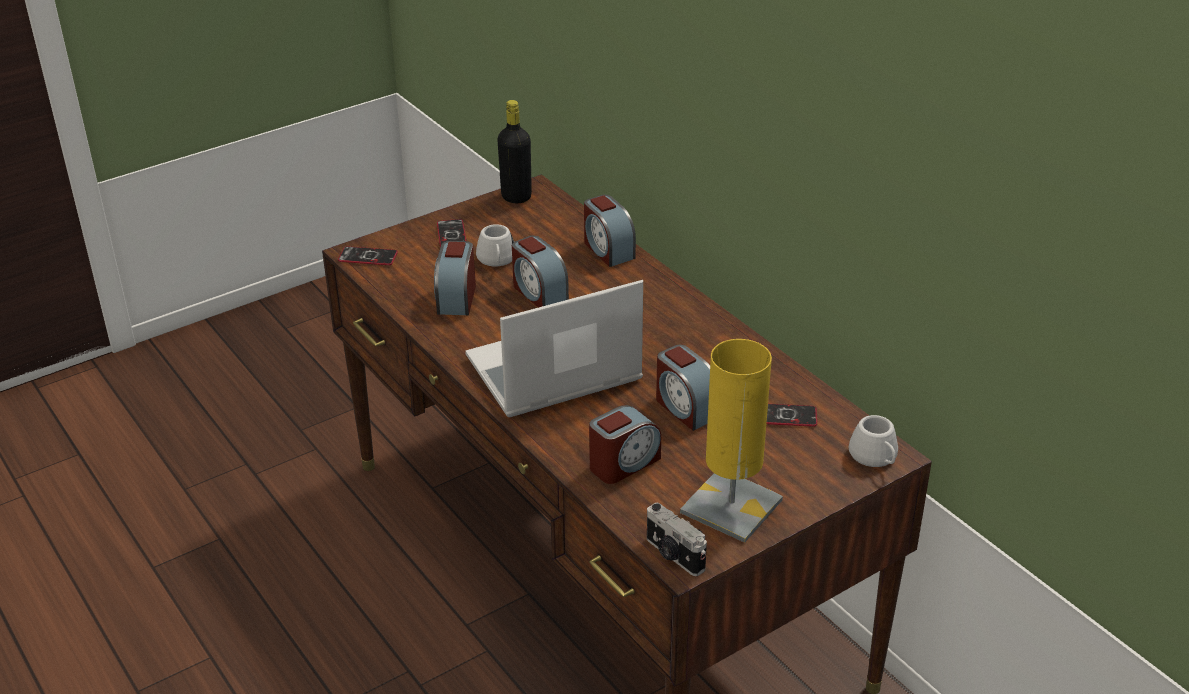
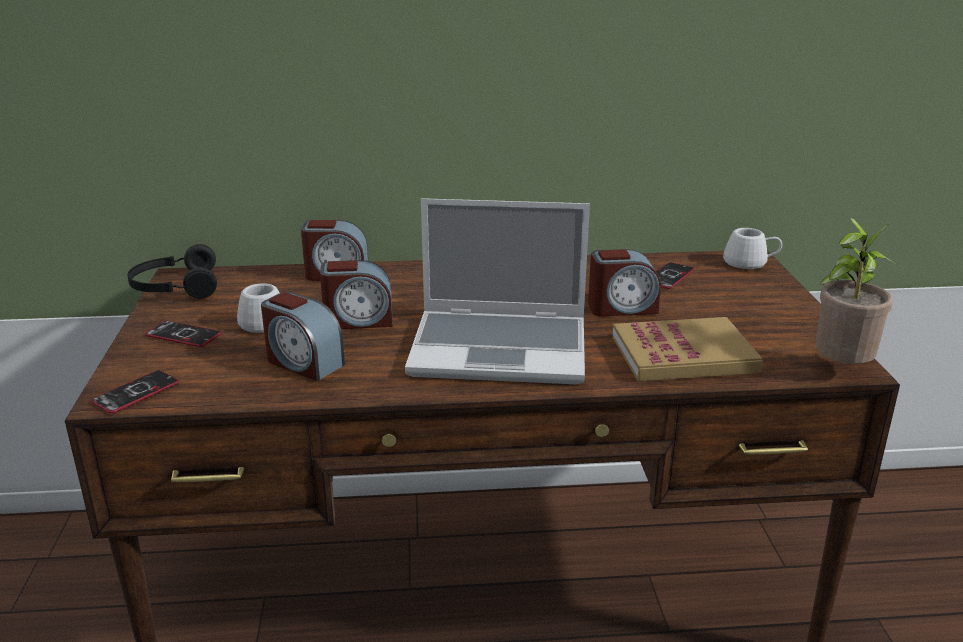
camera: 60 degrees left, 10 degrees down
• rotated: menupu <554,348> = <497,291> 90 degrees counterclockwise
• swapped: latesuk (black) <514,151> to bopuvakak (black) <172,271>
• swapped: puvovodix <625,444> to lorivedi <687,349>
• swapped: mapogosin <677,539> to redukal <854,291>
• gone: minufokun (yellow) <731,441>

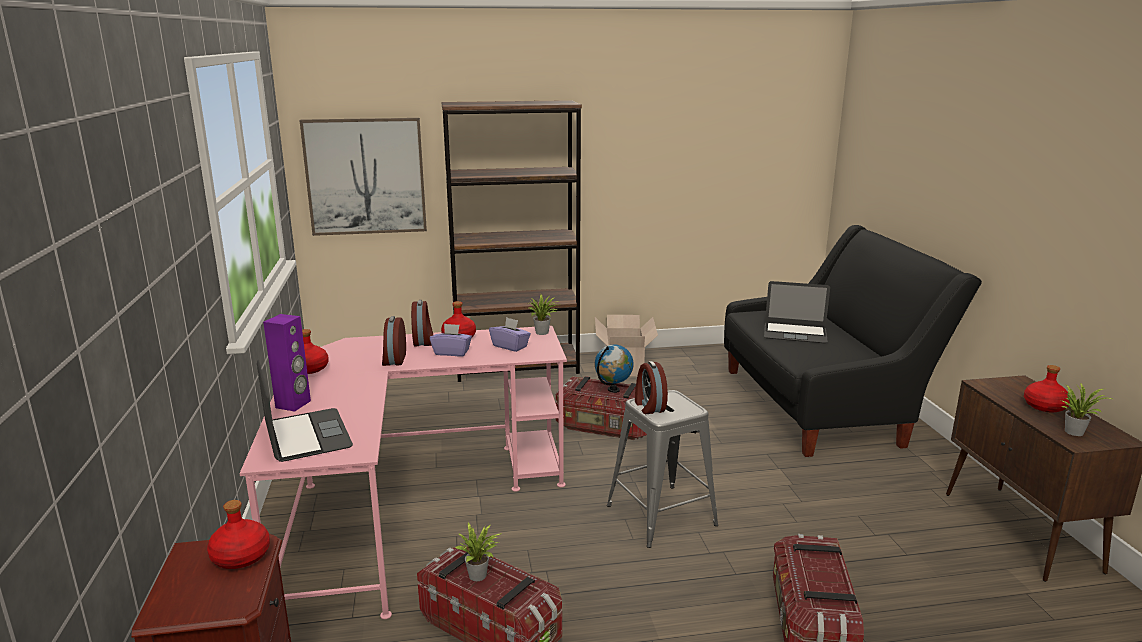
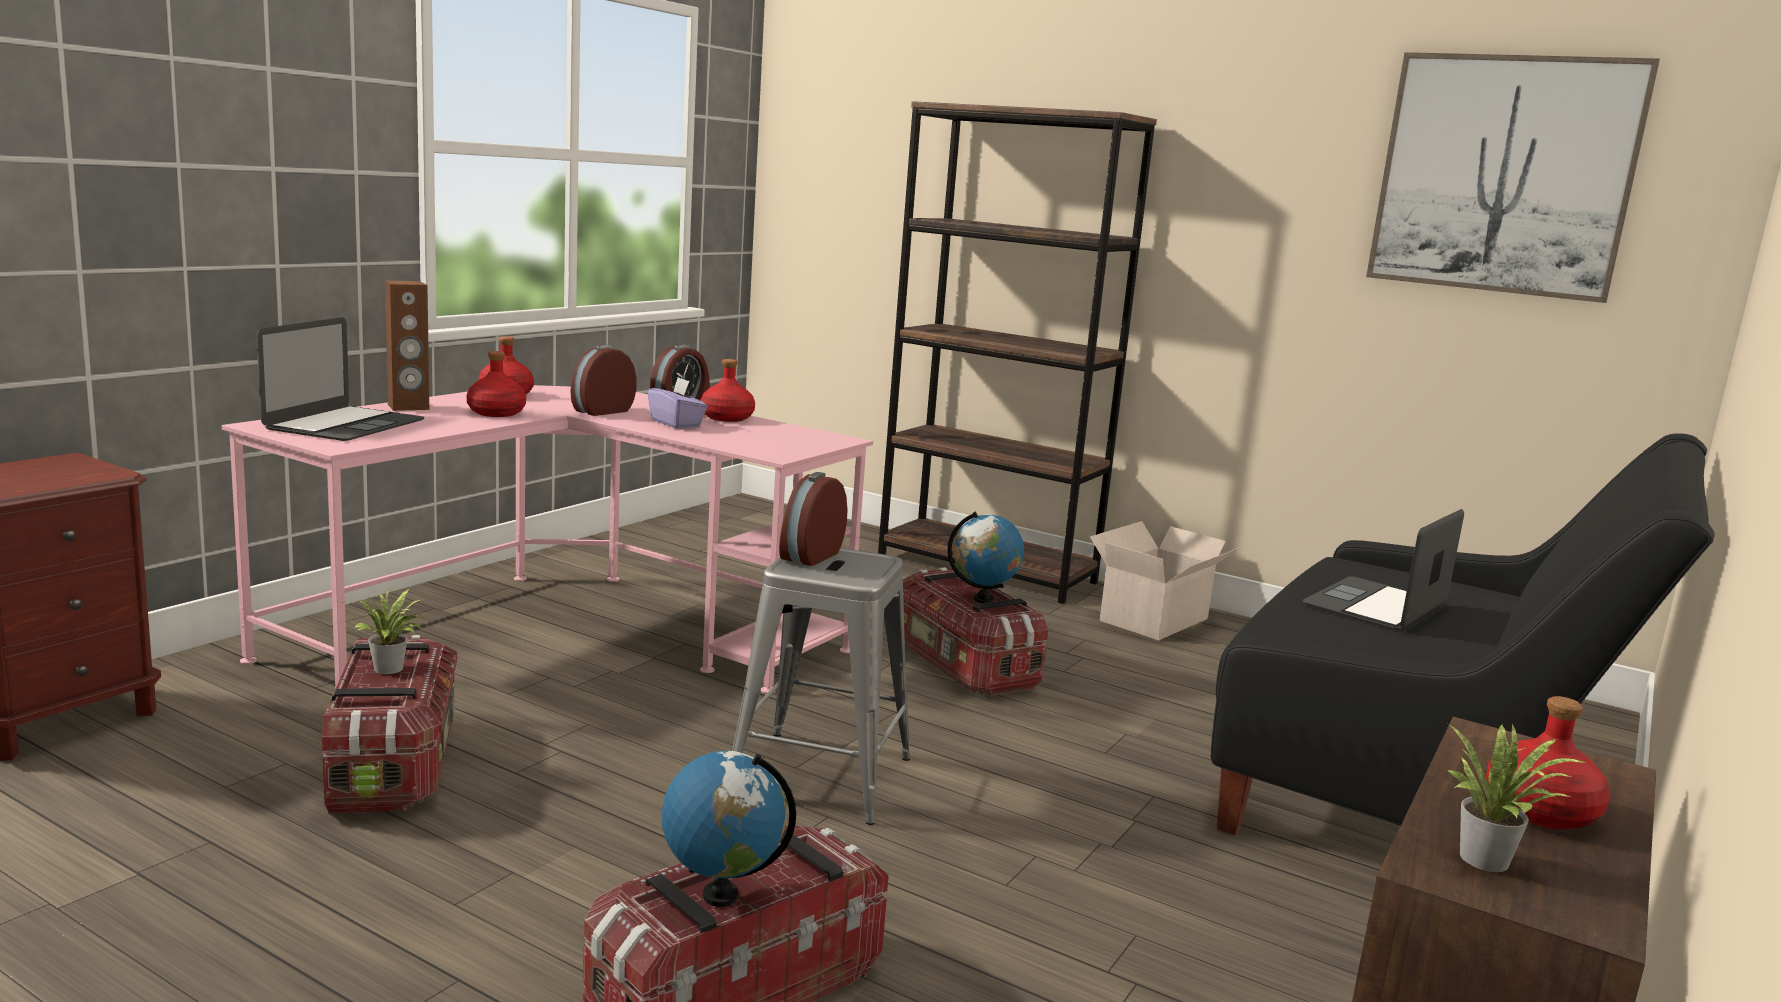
camera: 40 degrees right, 5 degrees down
• shifted: latesuk (red) <238,534> to <496,384>
• repainted: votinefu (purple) <287,363> to votinefu (brown) <407,345>
• shifted: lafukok <363,177> to <1513,177>
• gone: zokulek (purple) <510,334>
• gone: redukal <544,314>
• rotated: menupu <797,312> = <1383,569> 75 degrees clockwise
• new: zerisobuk <729,829>

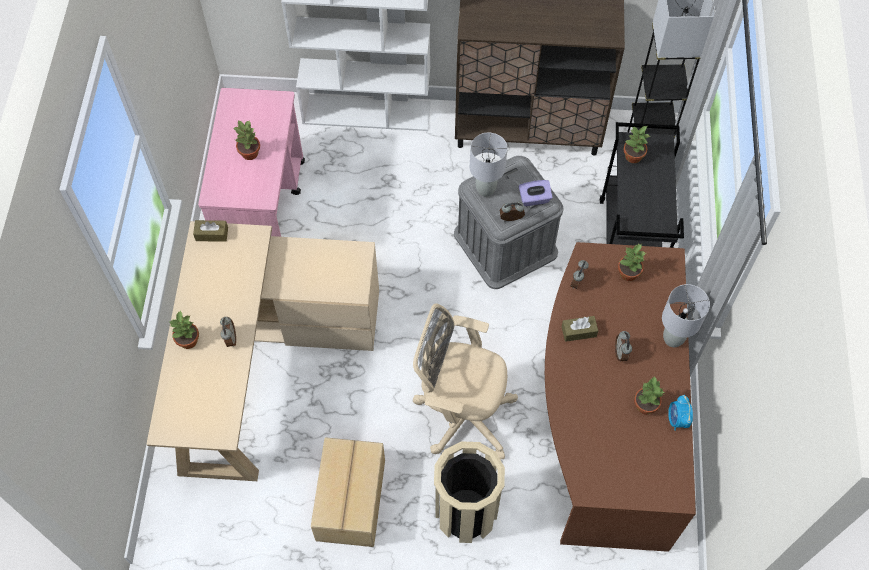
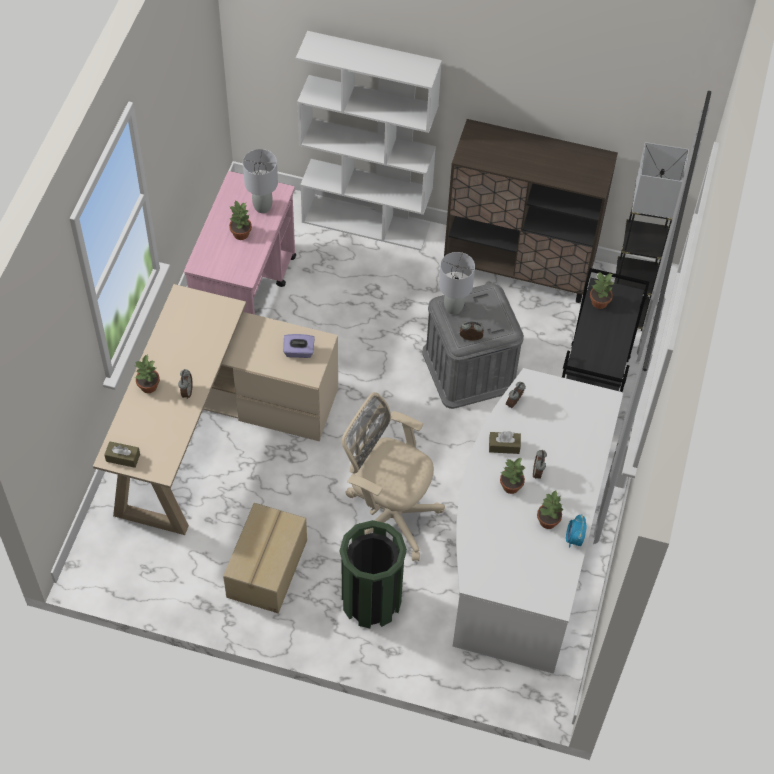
camera: 10 degrees right, 5 degrees down
• shifted: zokulek (brown) <210,231> to <122,454>
• repainted: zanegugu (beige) <469,492> to zanegugu (green) <373,574>
• shifted: zokulek (purple) <535,193> to <299,346>
• repainted: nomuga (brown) <620,397> to nomuga (white) <538,521>
• shifted: redukal <632,262> to <512,476>
• shifted: minufokun (grey) <686,315> to <260,181>

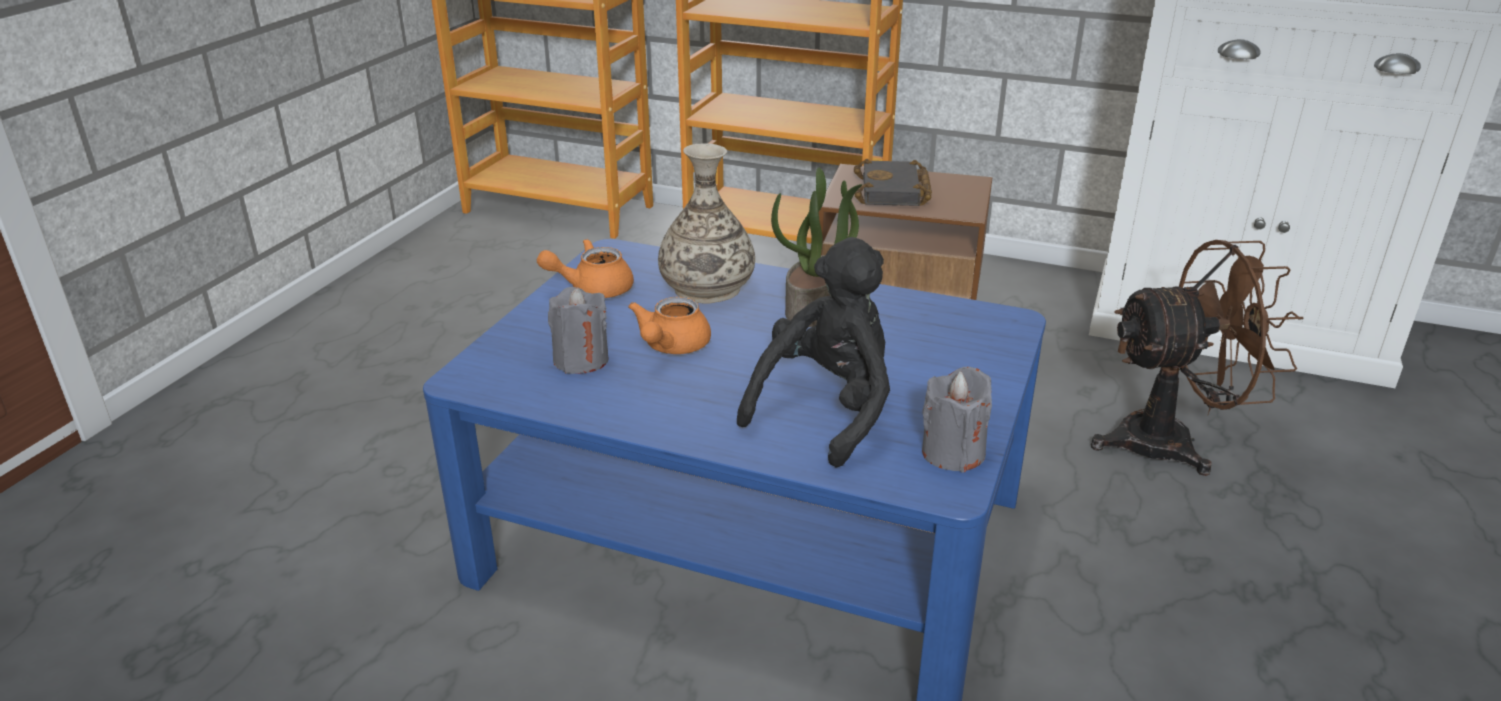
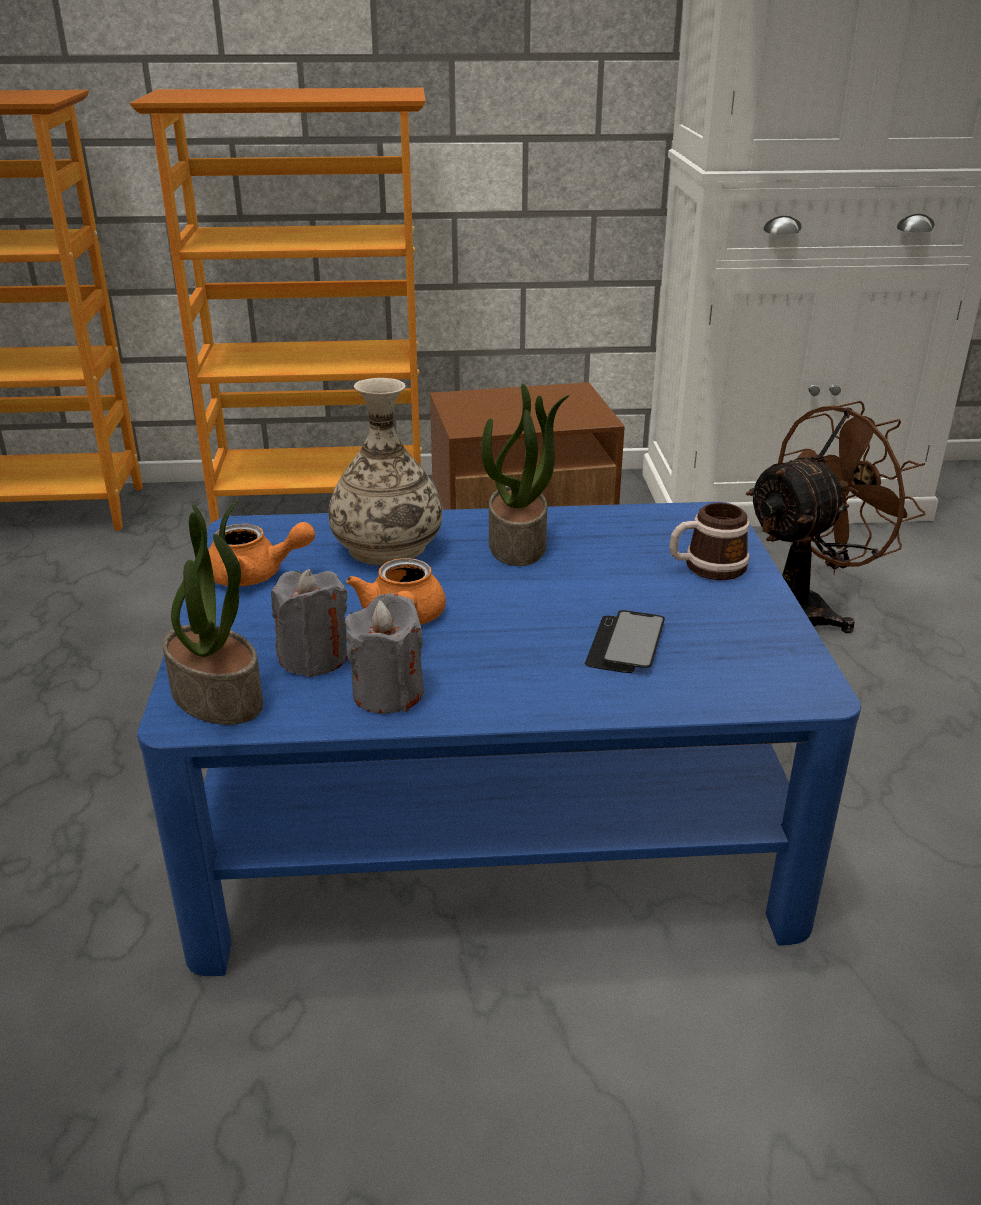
camera: 25 degrees left, 0 degrees up
• rotated: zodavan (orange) <585,268> = <261,554> 135 degrees counterclockwise
• swapped: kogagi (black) <813,352> to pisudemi <625,641>
• gone: lorivedi (black) <893,182>
• shifted: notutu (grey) <957,420> to <384,653>
• new: redukal <213,612>
• new: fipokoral <709,541>

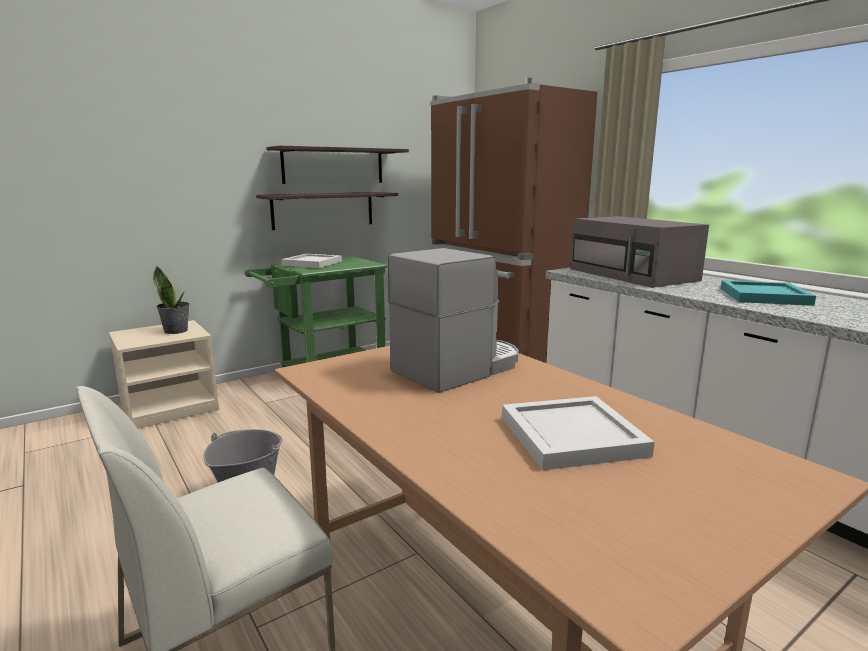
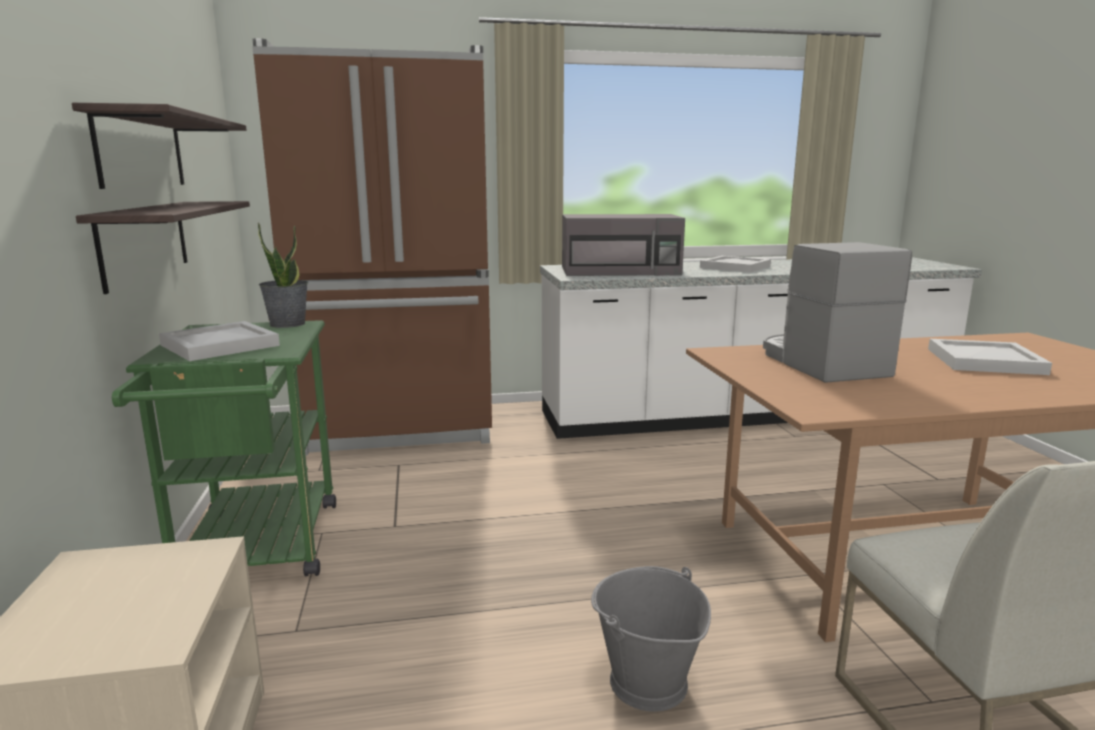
camera: 65 degrees left, 0 degrees up
• shifted: redukal <171,299> to <283,275>
• repainted: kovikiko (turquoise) <768,293> to kovikiko (white) <735,264>

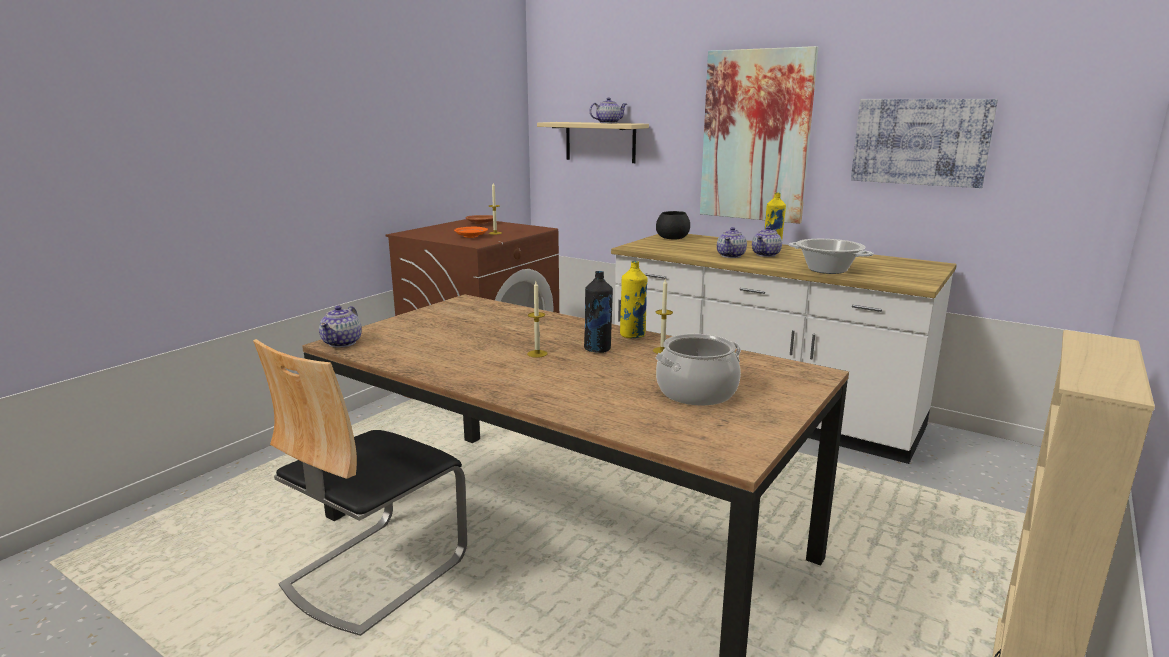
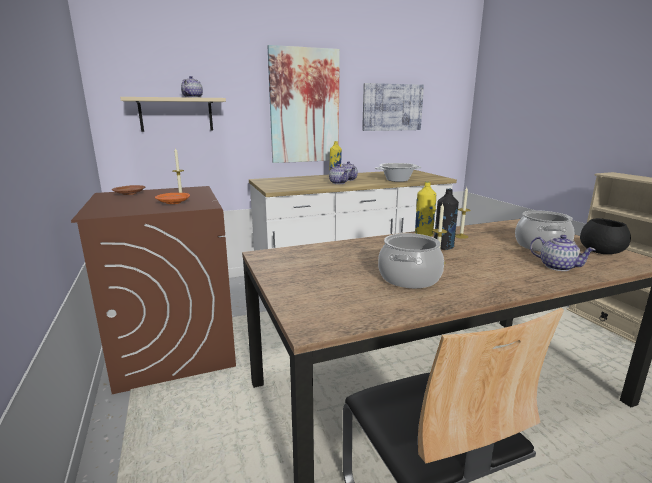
camera: 55 degrees left, 0 degrees up
• shifted: zodavan <340,326> to <563,253>
• shifted: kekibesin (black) <673,225> to <605,236>
• new: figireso <411,260>

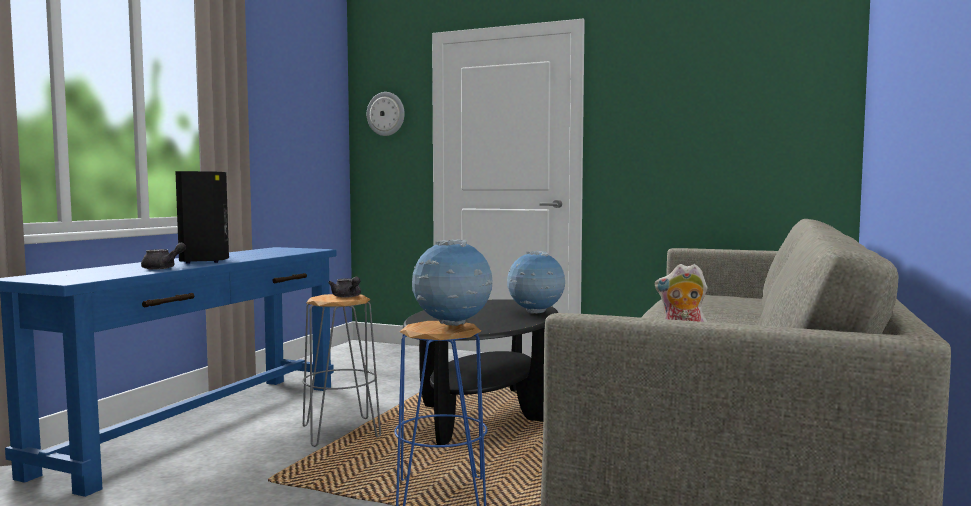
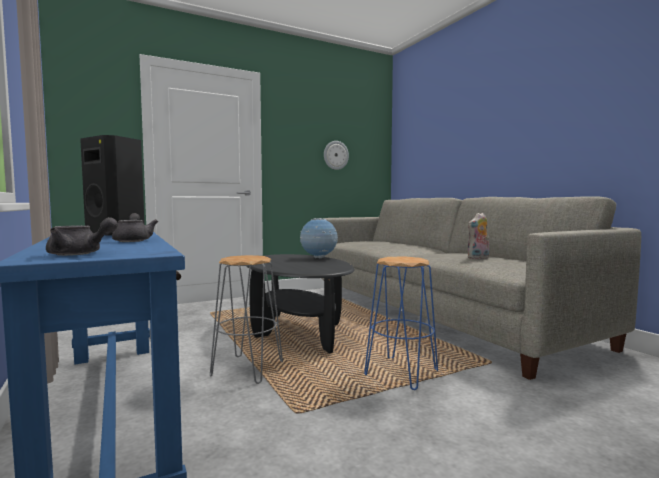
camera: 50 degrees left, 0 degrees up
• shifted: zodavan (grey) <344,287> to <82,236>
• shifted: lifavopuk <386,114> to <336,155>
• gone: zerisobuk <452,282>

